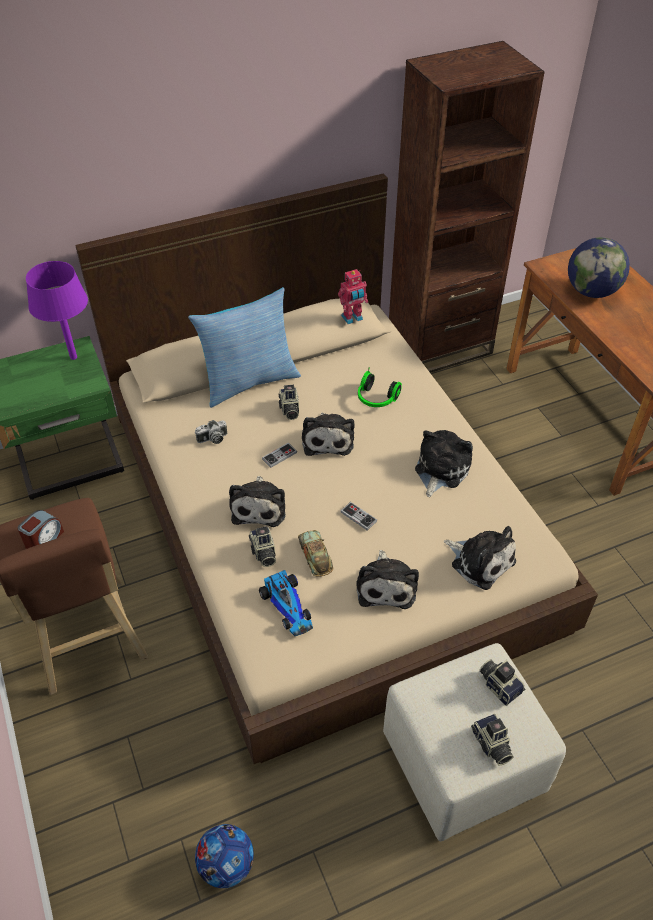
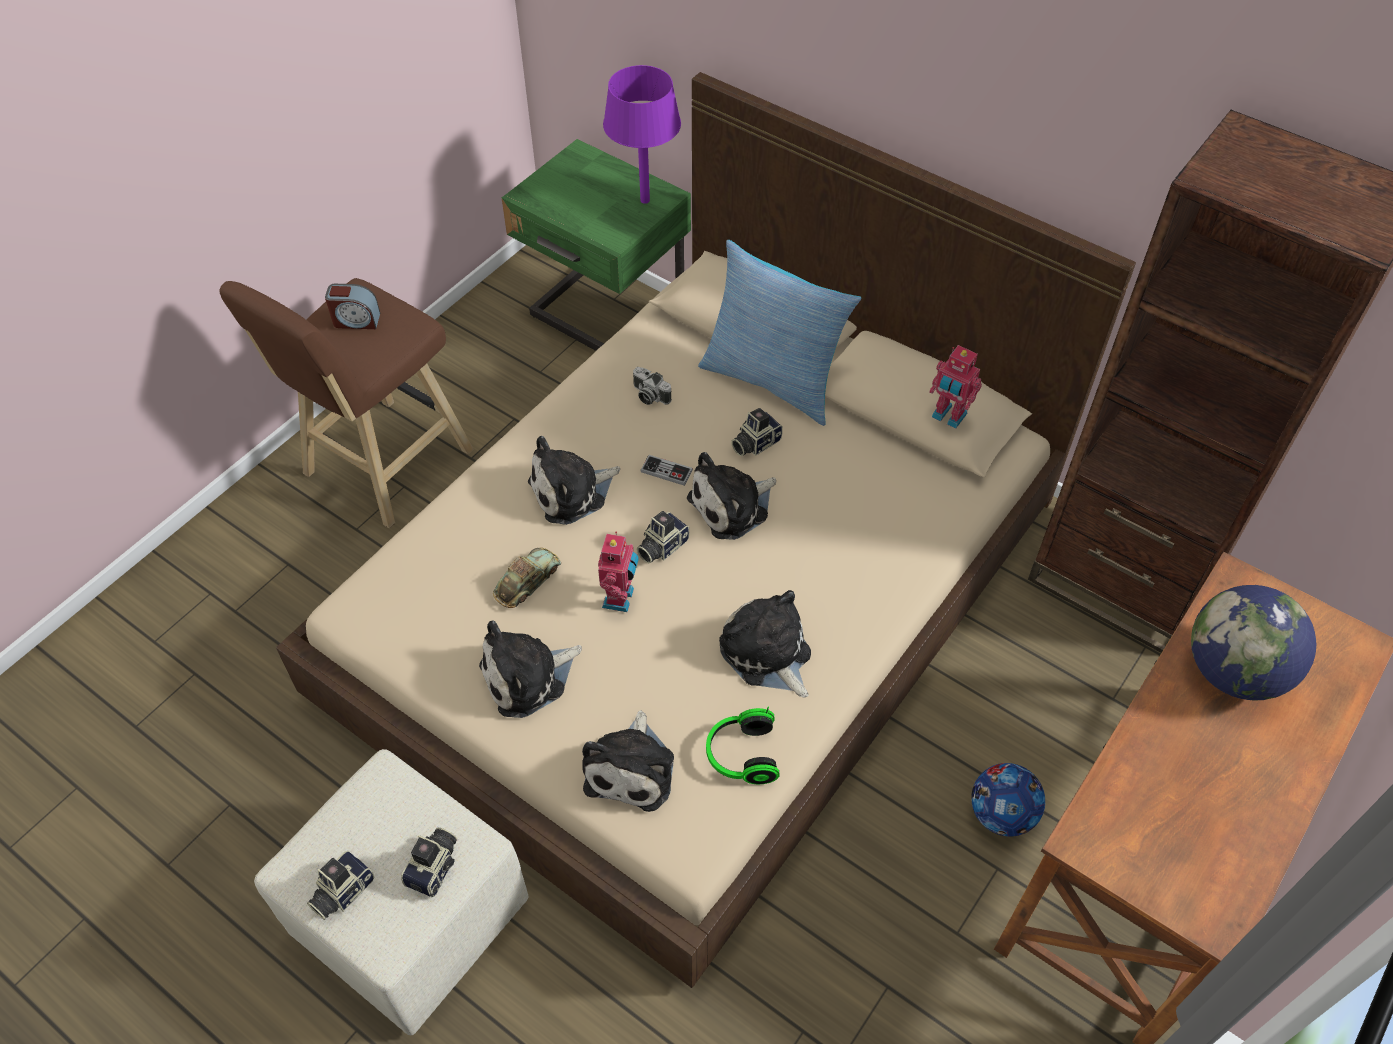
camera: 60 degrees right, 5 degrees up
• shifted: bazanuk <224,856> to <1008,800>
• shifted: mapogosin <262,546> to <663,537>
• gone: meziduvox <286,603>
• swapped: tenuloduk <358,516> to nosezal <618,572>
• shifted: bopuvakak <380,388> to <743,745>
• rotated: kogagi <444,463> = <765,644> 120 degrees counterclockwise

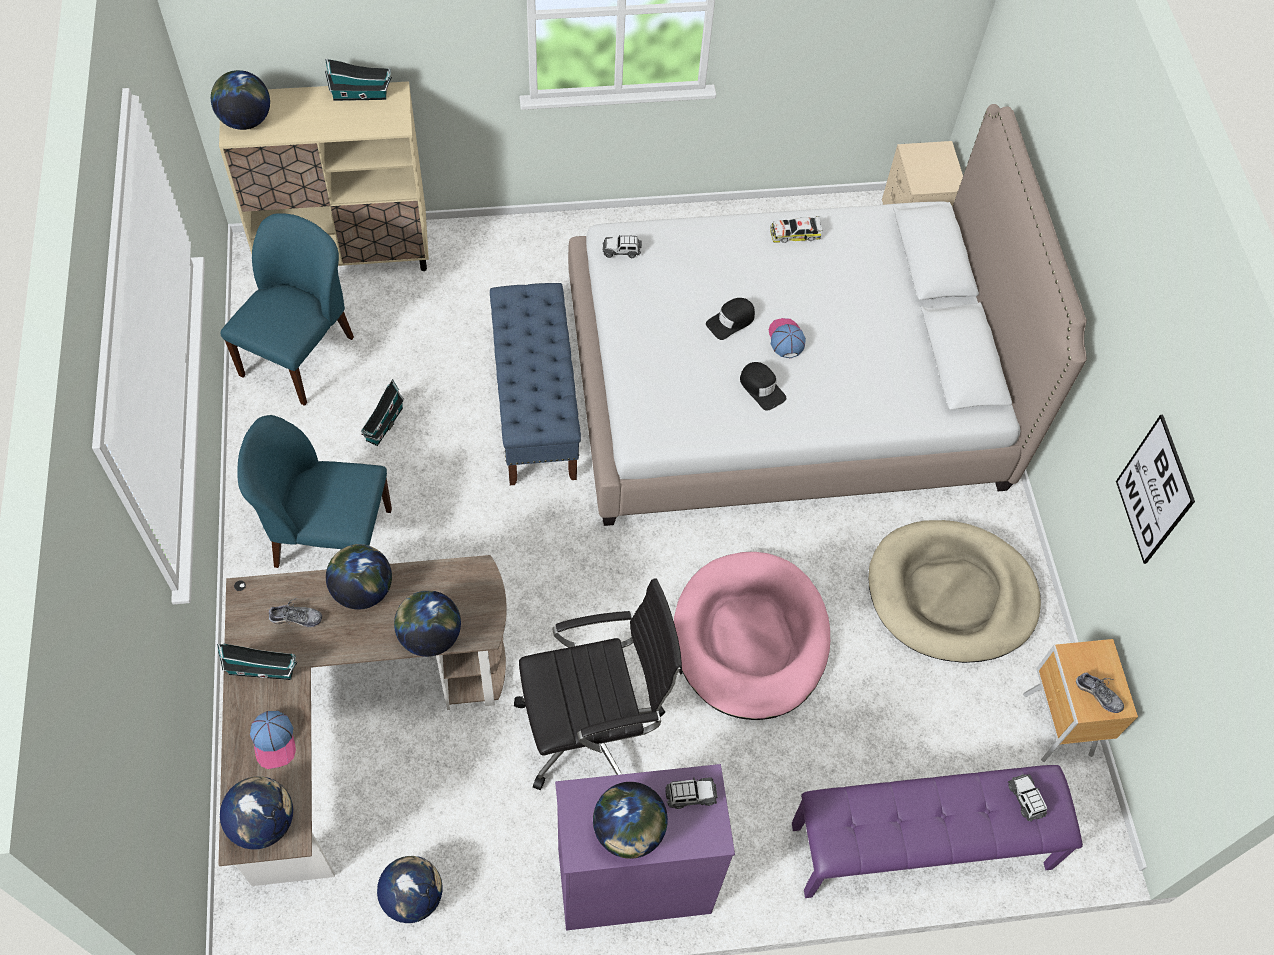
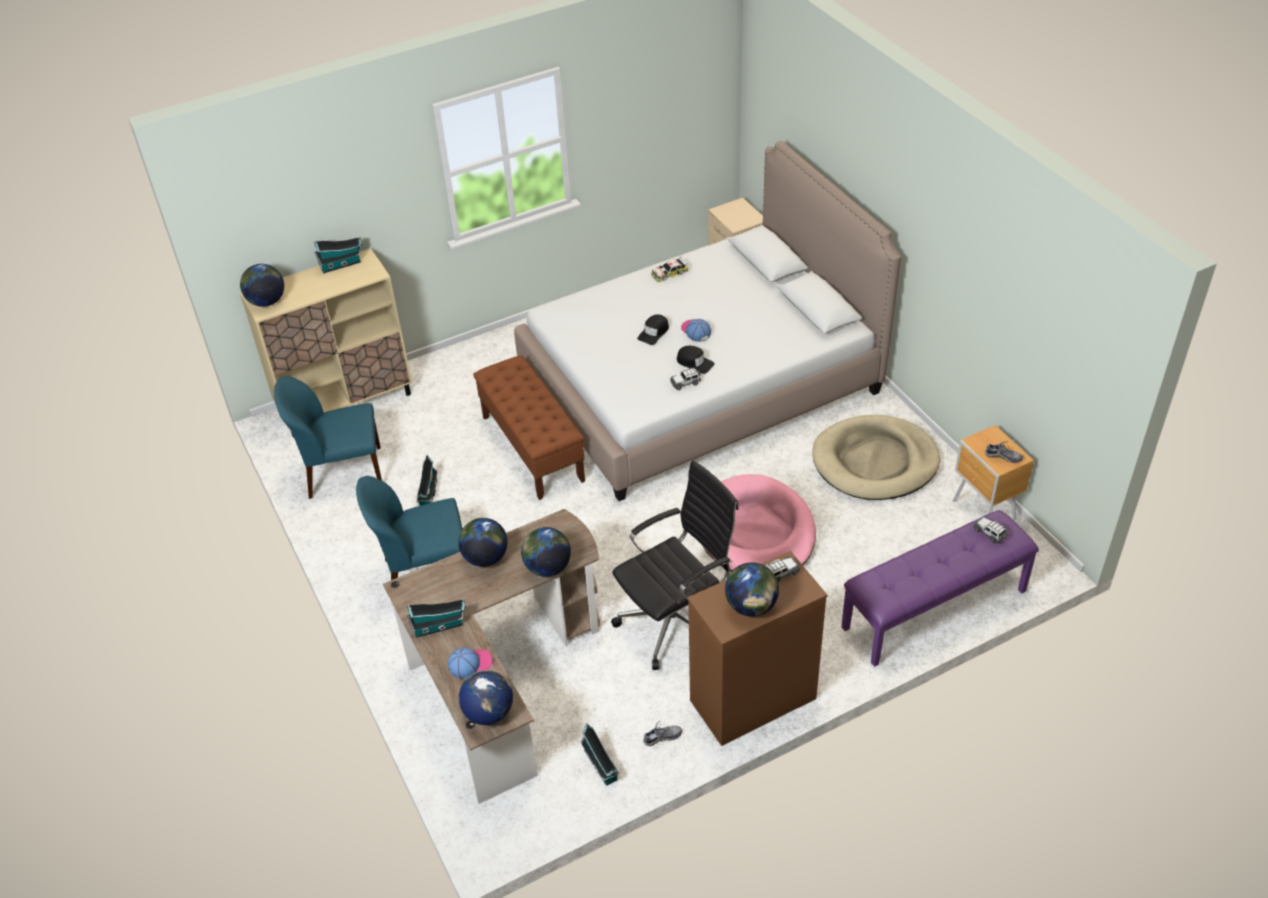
camera: 15 degrees left, 15 degrees down
• rotated: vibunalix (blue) <287,309> = <328,437> 105 degrees counterclockwise
• rotated: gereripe <273,740> = <470,663> 75 degrees counterclockwise
• shifted: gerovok <295,612> to <662,734>
• swapped: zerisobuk <410,889> to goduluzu <599,754>
• repainted: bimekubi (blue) <535,384> to bimekubi (brown) <529,427>
• repainted: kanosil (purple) <645,847> to kanosil (brown) <757,648>
• shifted: meziduvox <622,246> to <685,379>
• gone: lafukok <1155,489>

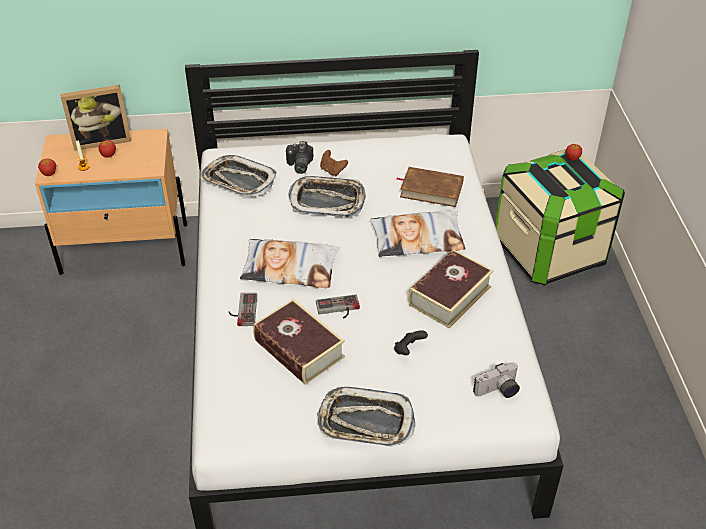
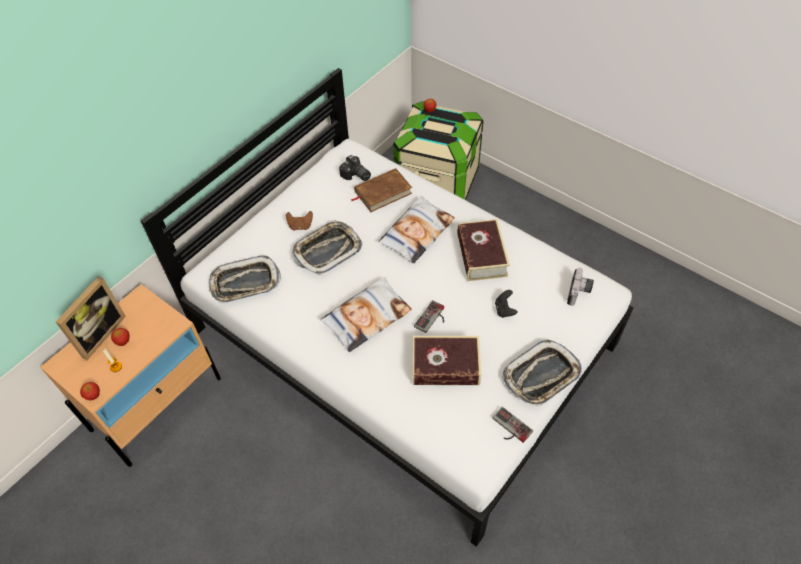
camera: 45 degrees left, 10 degrees up
• shifted: tenuloduk <243,309> to <512,425>
• shifted: mapogosin <299,157> to <355,168>

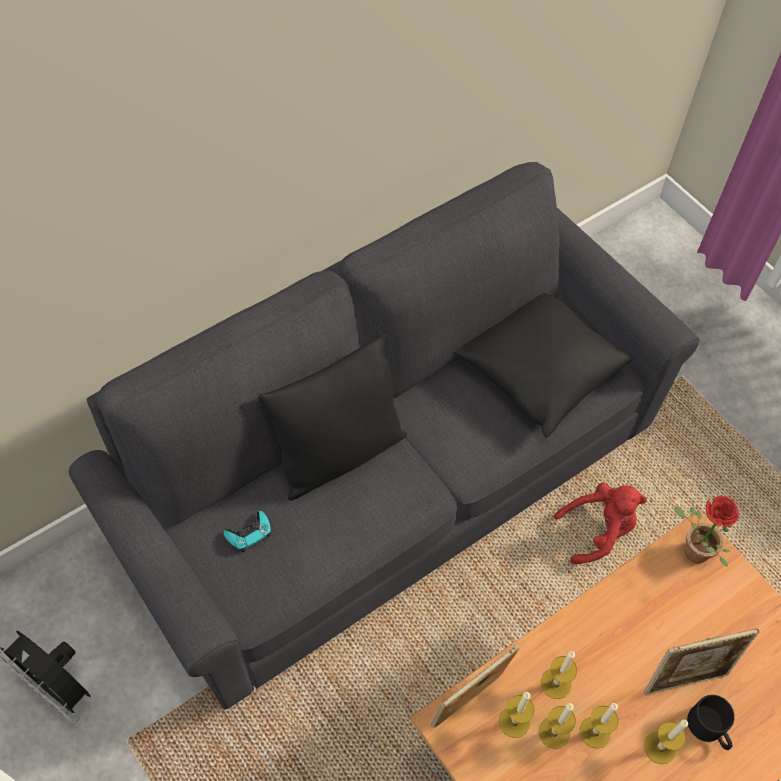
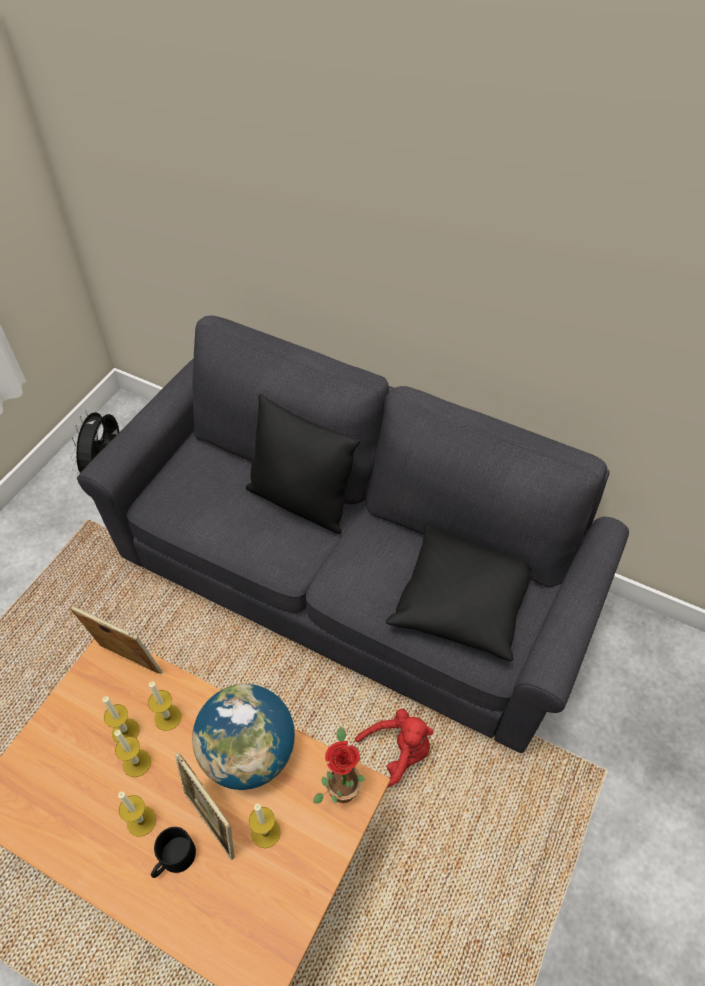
camera: 65 degrees right, 5 degrees down
• gone: tenuloduk (turquoise) <247,531>
• shifted: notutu <517,715> to <265,826>
• rotated: kogagi (red) <600,523> = <394,748> 60 degrees counterclockwise
• new: zerisobuk <243,737>

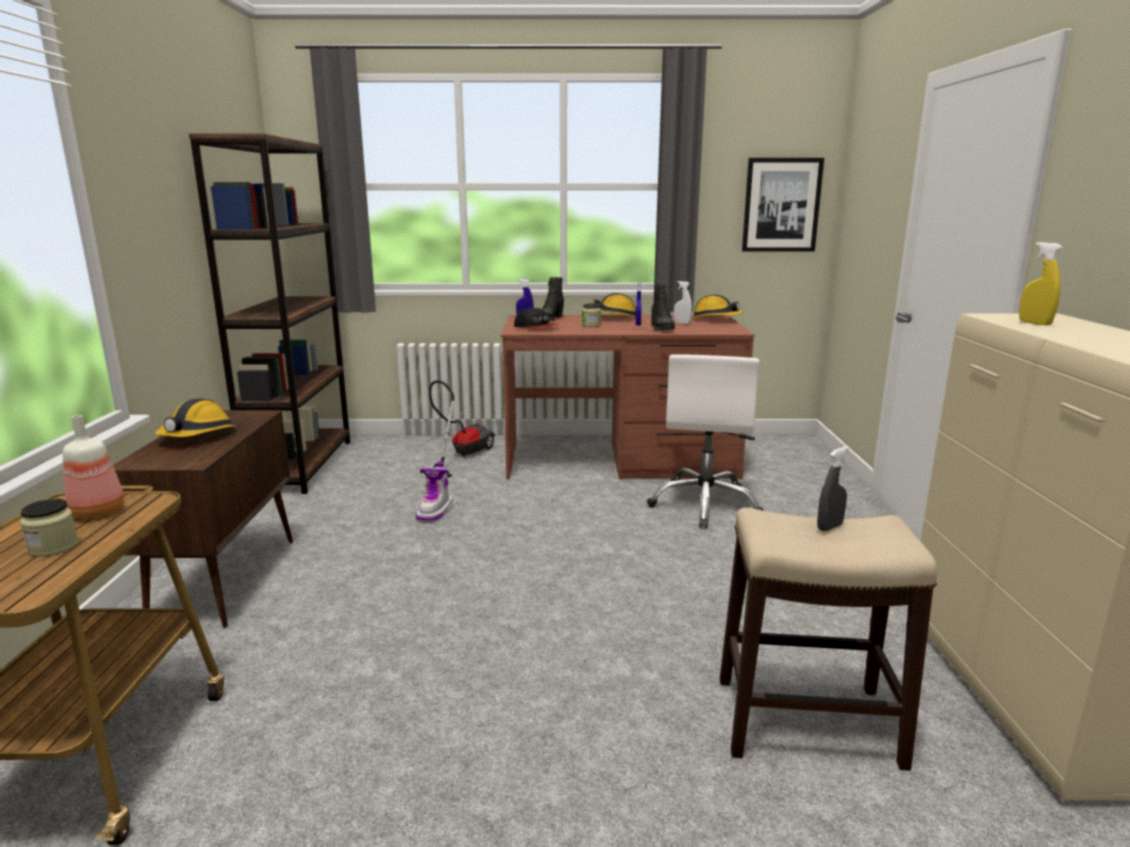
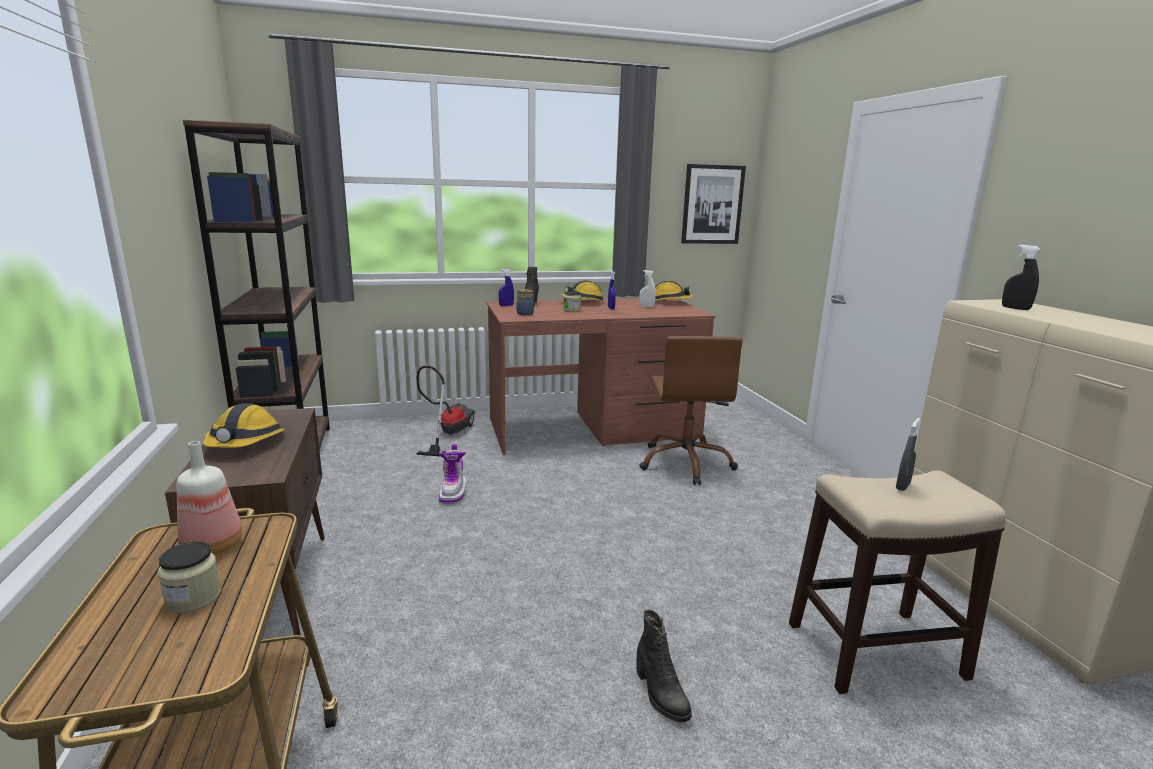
camera: 15 degrees left, 0 degrees up
• swapped: gereripe <535,317> to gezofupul <525,302>
• repainted: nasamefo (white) <705,441> to nasamefo (brown) <691,410>
• shifted: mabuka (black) <663,306> to <664,666>
• repainted: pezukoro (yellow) <1041,283> to pezukoro (black) <1021,277>

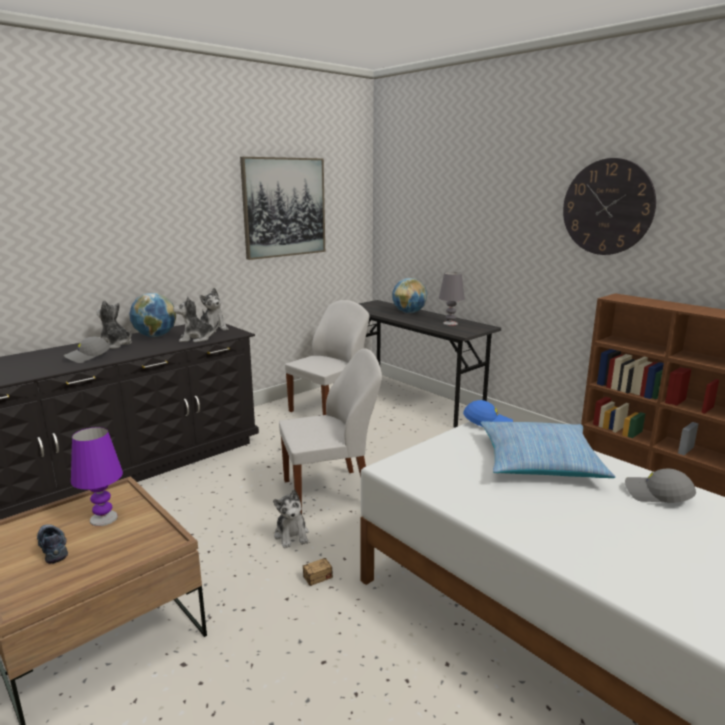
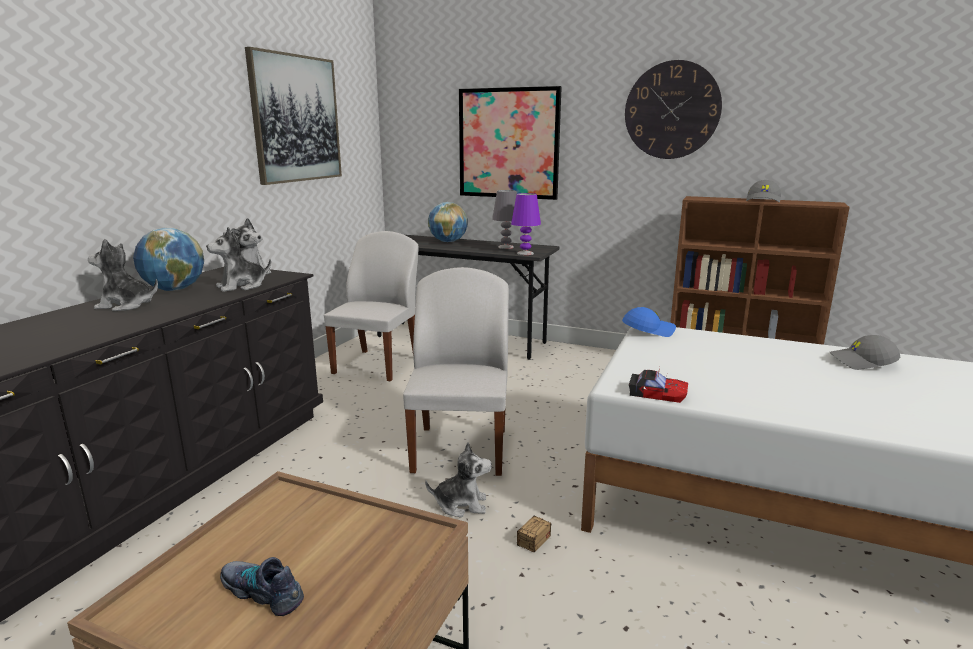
camera: 25 degrees left, 0 degrees up
• shifted: gereripe (grey) <86,349> to <763,191>
• shifted: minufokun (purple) <97,476> to <526,224>
• rotated: kogagi <291,518> = <458,479> 45 degrees counterclockwise
• rotated: vibunalix (white) <330,431> = <456,371> 45 degrees counterclockwise
• gone: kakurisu <548,449>
• new: lafukok <510,143>
• new: meziduvox <658,385>

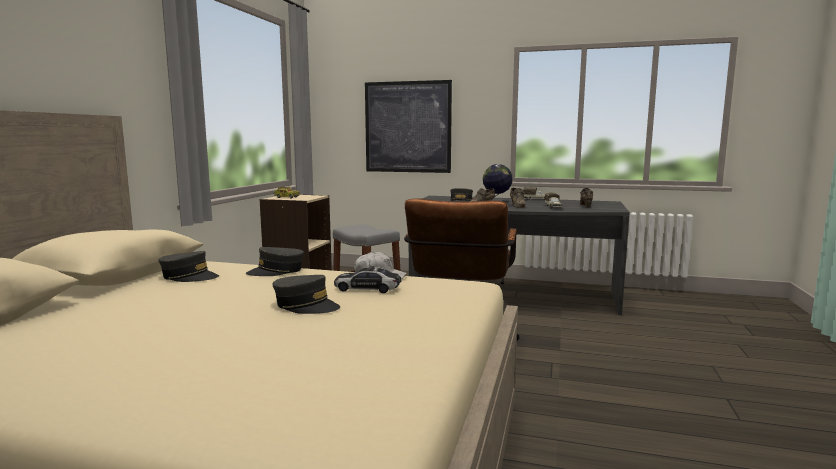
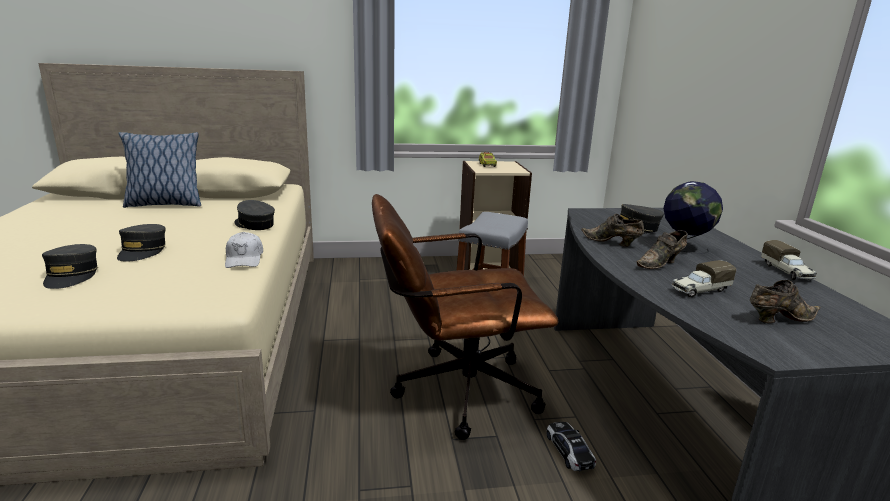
camera: 65 degrees right, 10 degrees up
• shifted: gereripe (grey) <188,266> to <70,266>
• shifted: meziduvox <368,279> to <571,446>
• gone: lafukok <408,126>
• new: kakurisu <159,170>

